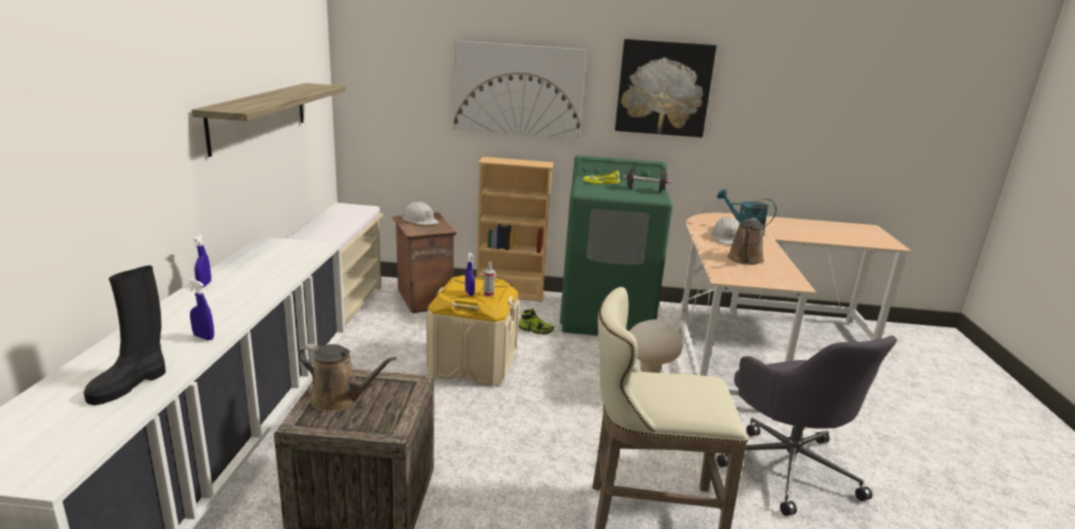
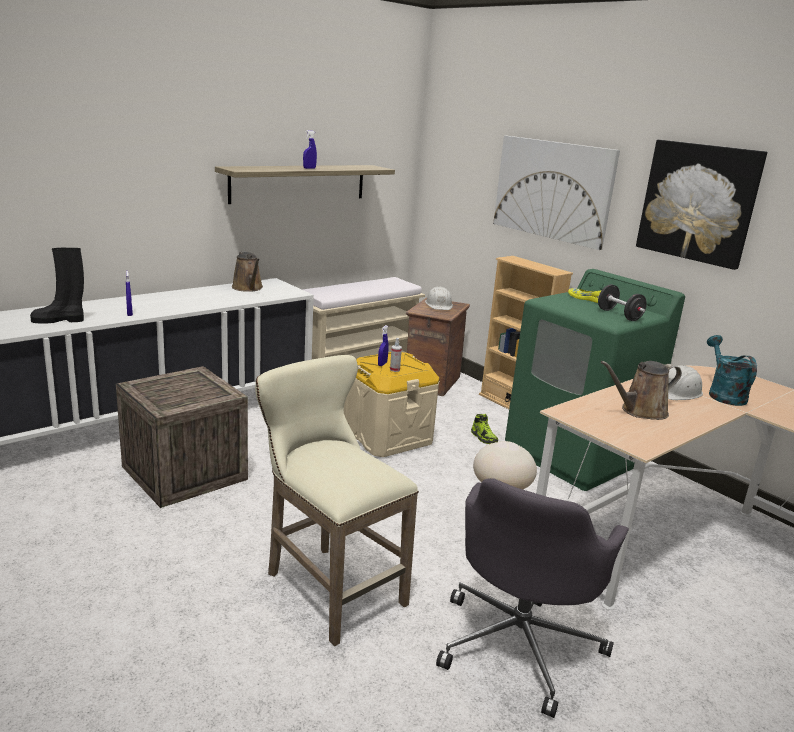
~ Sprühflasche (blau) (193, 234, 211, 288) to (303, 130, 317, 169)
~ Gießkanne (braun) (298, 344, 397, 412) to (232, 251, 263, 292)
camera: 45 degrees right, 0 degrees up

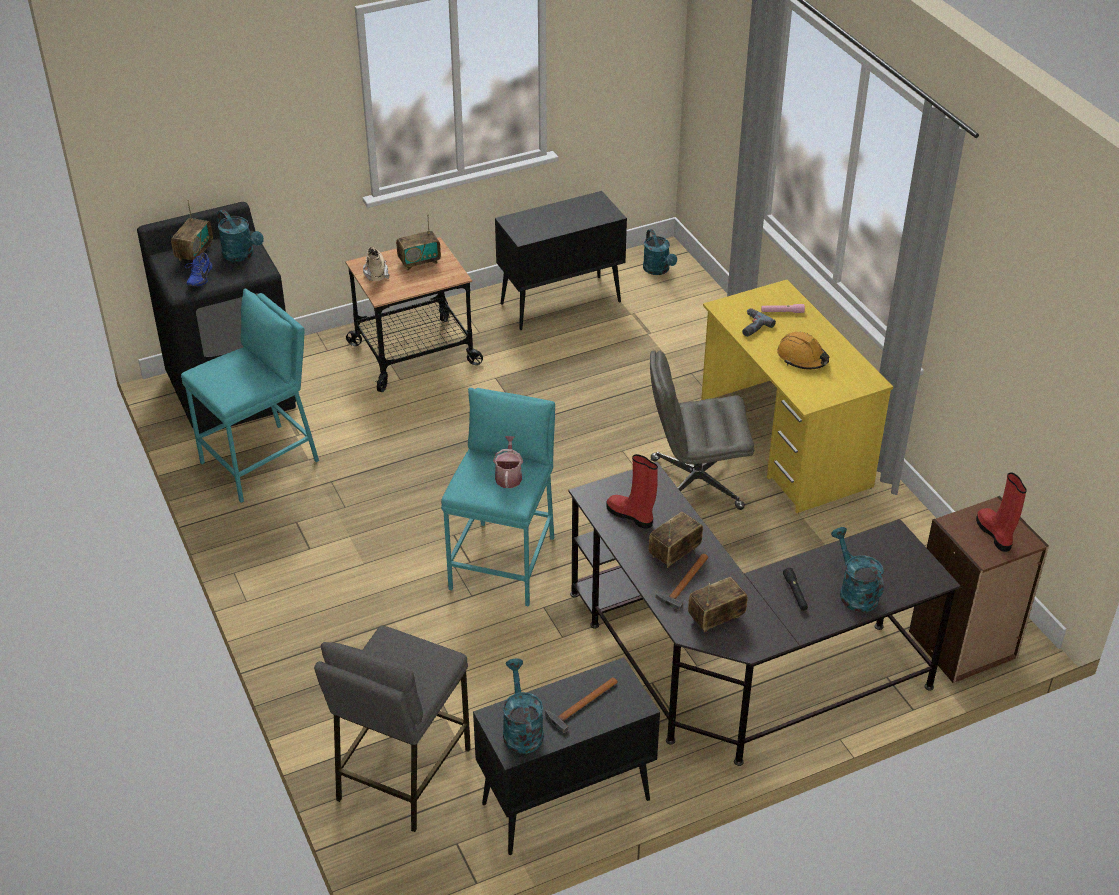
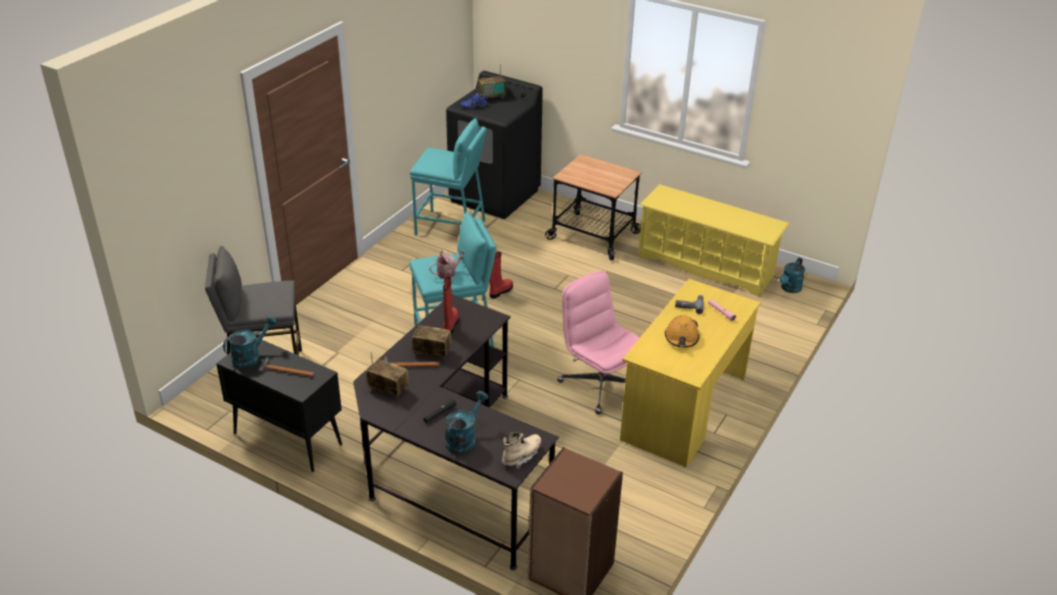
- Gießkanne (türkis) (217, 210, 264, 262)
- Radio (396, 214, 441, 271)
~ Stiefel (beige) (363, 247, 389, 281) to (502, 432, 541, 469)
~ Stiefel (rot) (976, 472, 1027, 552) to (489, 252, 513, 299)
~ Schrank (schwarz) (495, 191, 627, 330) to Schuhregal (gelb) (638, 184, 790, 297)
~ Bürostuhl (grau) (650, 351, 754, 510) to Bürostuhl (rosa) (557, 270, 640, 414)
camera: 55 degrees right, 5 degrees down

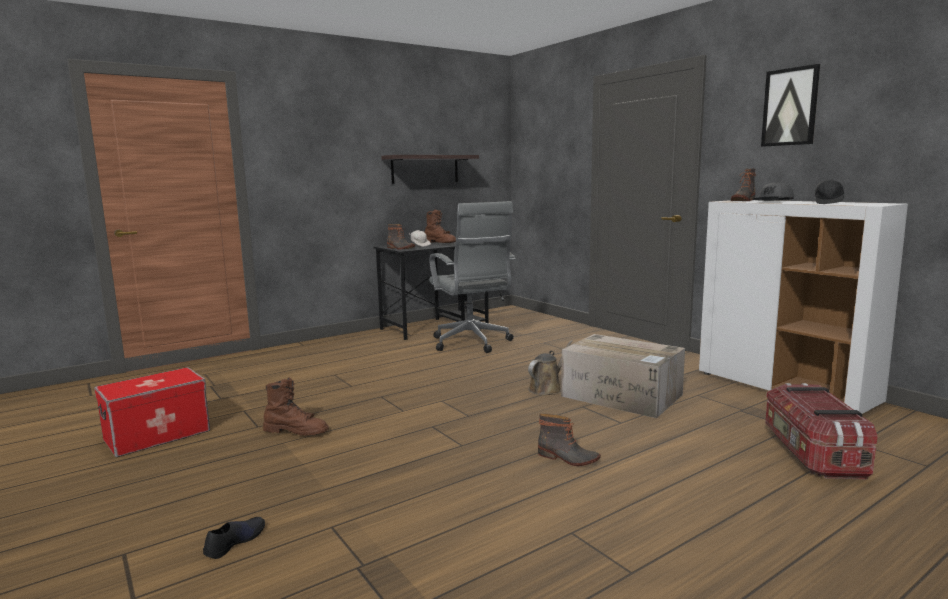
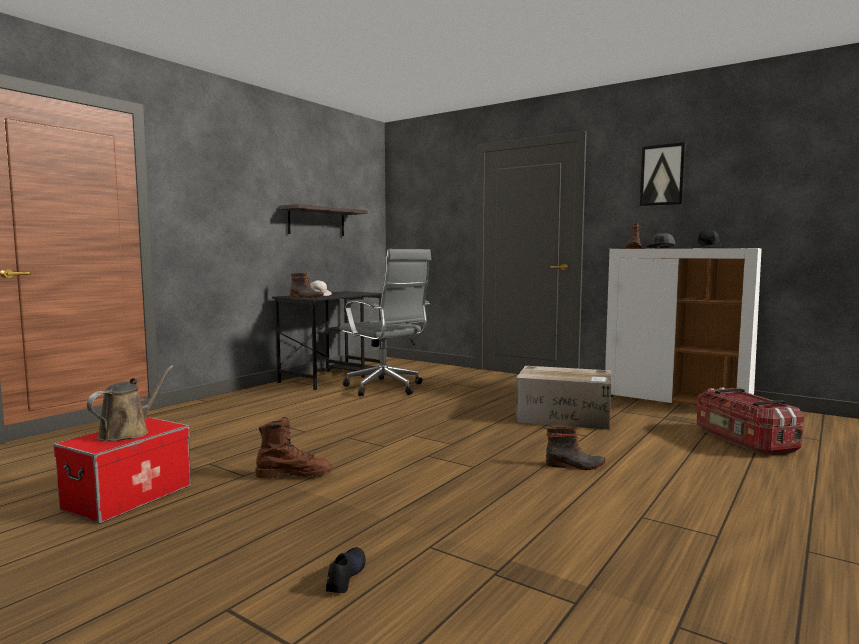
- Stiefel (braun) (424, 210, 456, 243)
~ Gießkanne (braun) (528, 340, 573, 395) to (87, 365, 174, 441)
camera: 20 degrees left, 5 degrees down

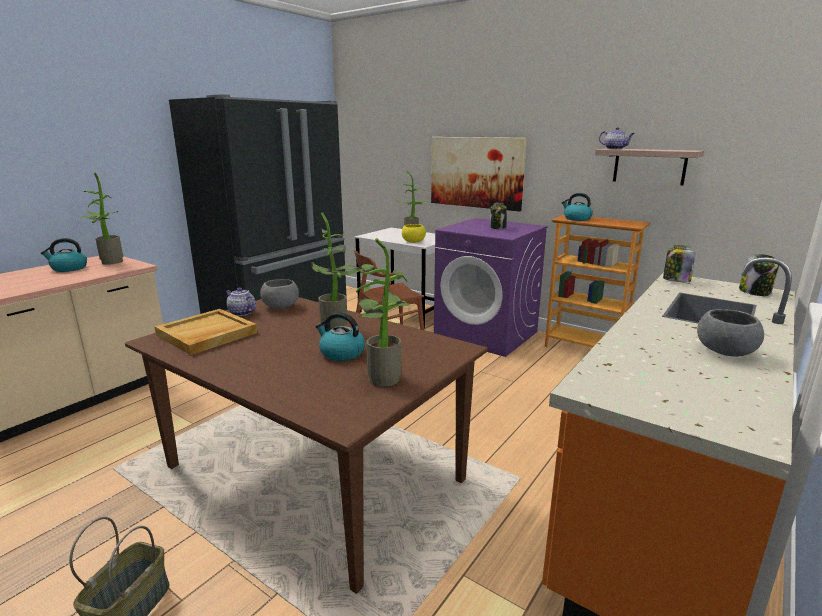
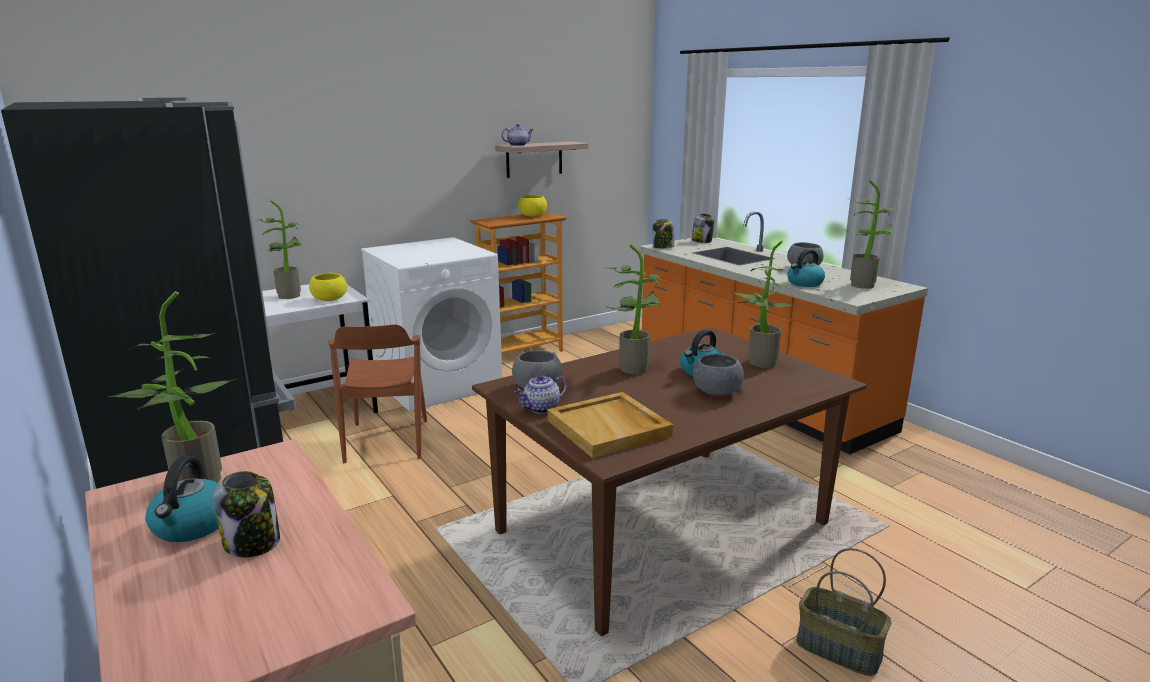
- Bild (431, 137, 527, 211)
+ Schüssel (gelb) (518, 195, 547, 217)
+ Schüssel (grau) (693, 354, 744, 396)
+ Topfpflanze (843, 180, 895, 289)
~ Vorratsglas (490, 203, 507, 229) to (213, 471, 280, 557)
~ Wasserkessel (562, 193, 593, 221) to (787, 249, 825, 287)
~ Waschmaschine (lila) (434, 218, 548, 357) to Waschmaschine (weiß) (361, 237, 502, 411)
camera: 70 degrees left, 0 degrees up

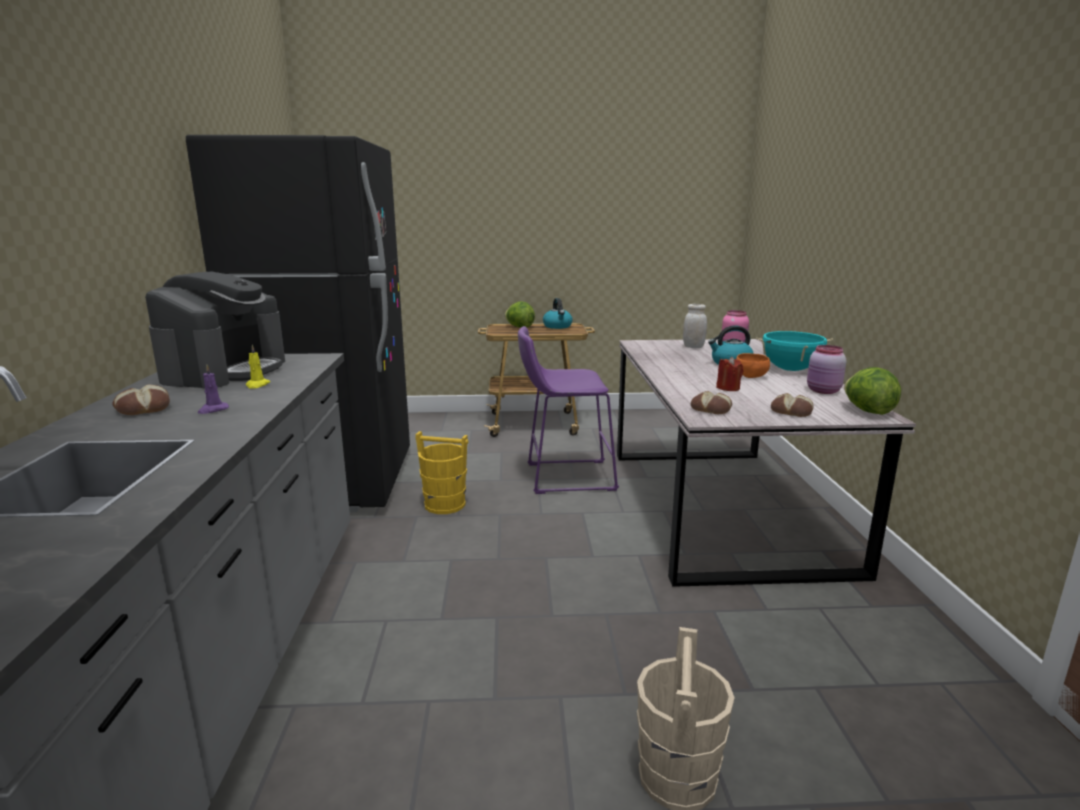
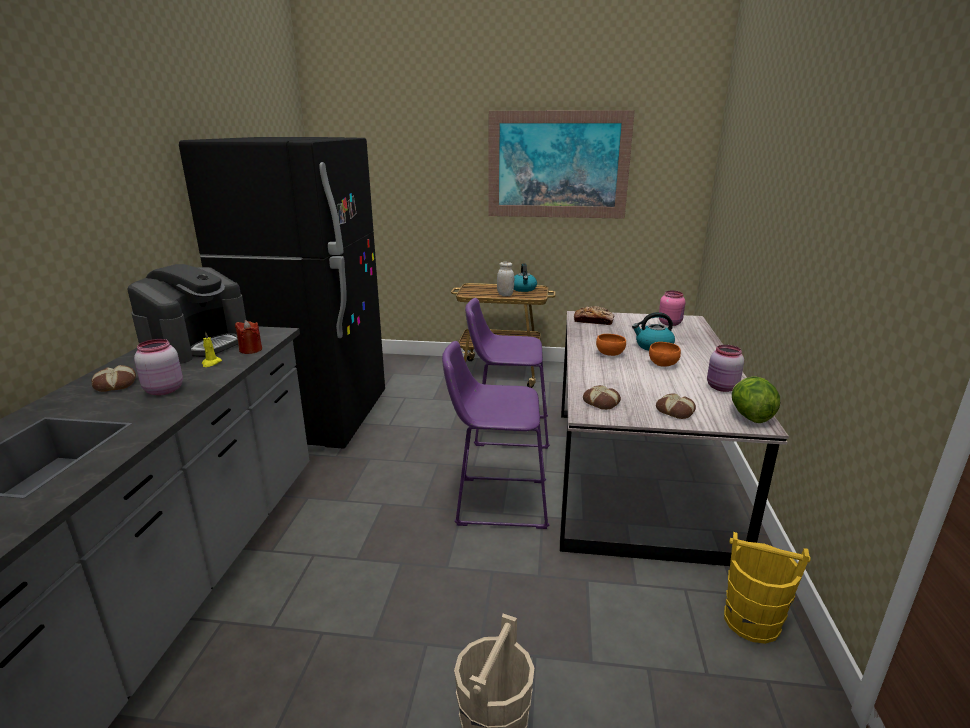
- Salatkopf (504, 301, 535, 328)
- Kochtopf (türkis) (756, 331, 833, 371)
+ Hocker (lila) (442, 341, 549, 529)
+ Bild (488, 110, 635, 219)
+ Brot (574, 306, 615, 325)
+ Schüssel (orange) (596, 334, 626, 356)
~ Eimer (gelb) (415, 431, 468, 514) to (724, 532, 811, 644)
~ Vorratsglas (weiß) (683, 304, 707, 348) to (497, 262, 514, 296)
~ Kerze (rot) (716, 357, 743, 391) to (235, 320, 262, 354)
~ Kerze (lila) (198, 365, 229, 414) to Vorratsglas (rosa) (134, 339, 183, 395)
camera: 10 degrees right, 5 degrees up

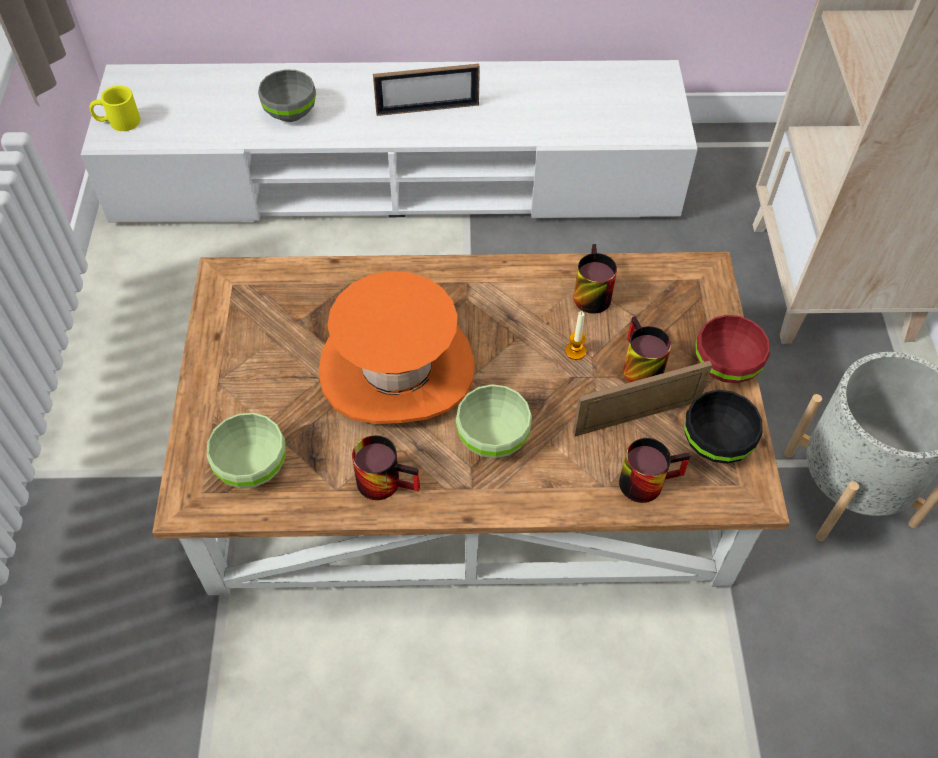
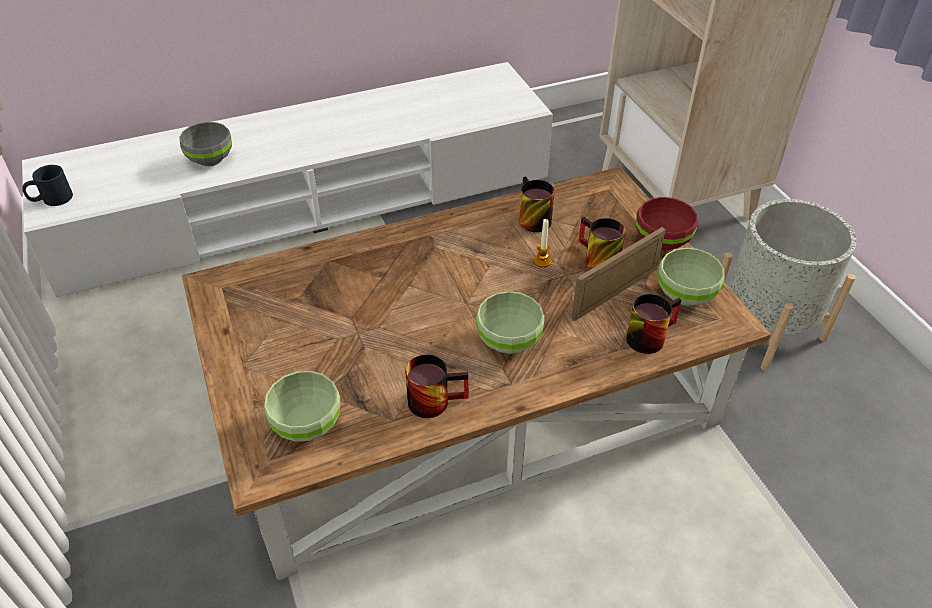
- Hut (orange) (318, 271, 475, 424)
- Bilderrahmen (373, 64, 480, 116)
~ Henkelbecher (gelb) (90, 85, 141, 131) to Henkelbecher (schwarz) (22, 165, 73, 206)
~ Schüssel (schwarz) (684, 390, 762, 464) to Schüssel (grün) (658, 248, 725, 306)
camera: 20 degrees left, 10 degrees down

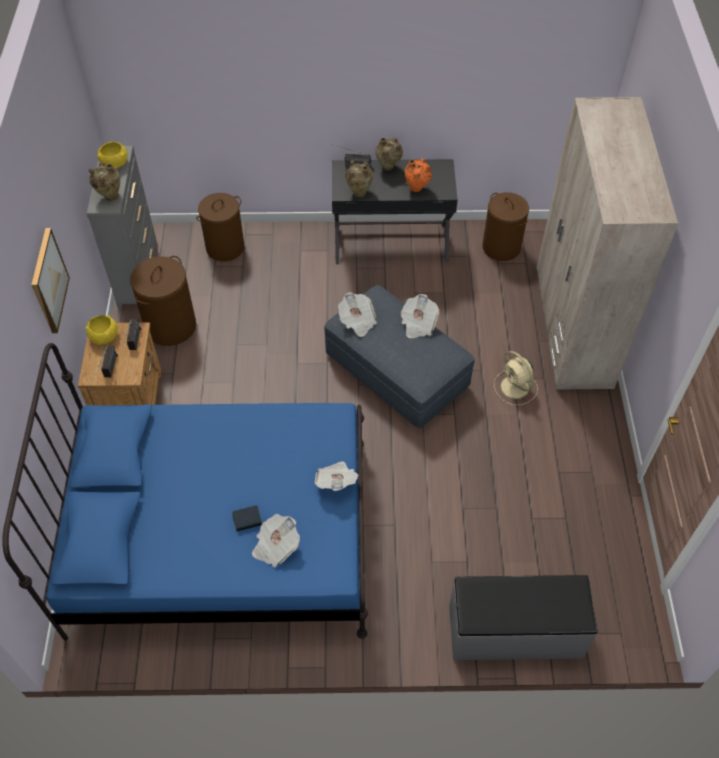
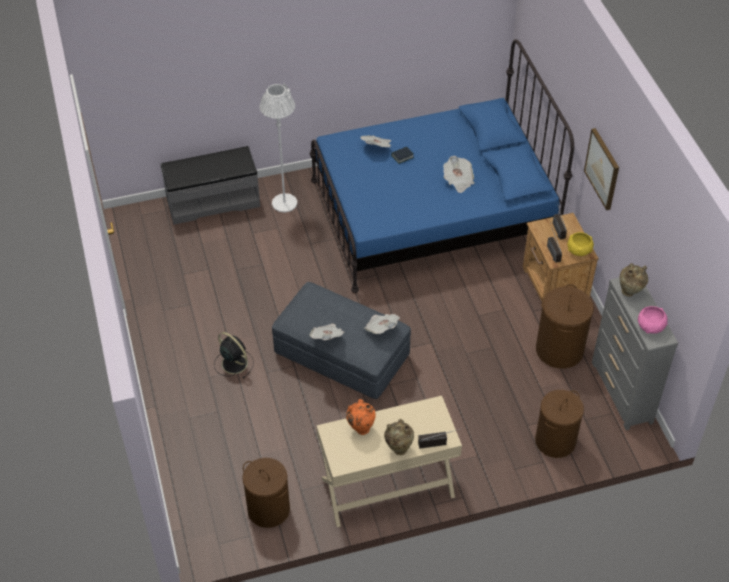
- Vase (beige) (346, 160, 373, 197)
- Kleiderschrank (beige) (536, 97, 678, 390)
+ Stehlampe (weiß) (260, 84, 297, 213)
~ Zeitung (314, 461, 359, 491) to (443, 156, 475, 193)
~ Schüssel (gelb) (98, 141, 128, 169) to Schüssel (rosa) (638, 306, 668, 334)
~ Schreibtisch (schwarz) (332, 159, 458, 264) to Schreibtisch (beige) (317, 396, 462, 527)
~ Ventilator (beige) (494, 351, 538, 405) to Ventilator (schwarz) (214, 332, 254, 378)
camera: 165 degrees right, 5 degrees down

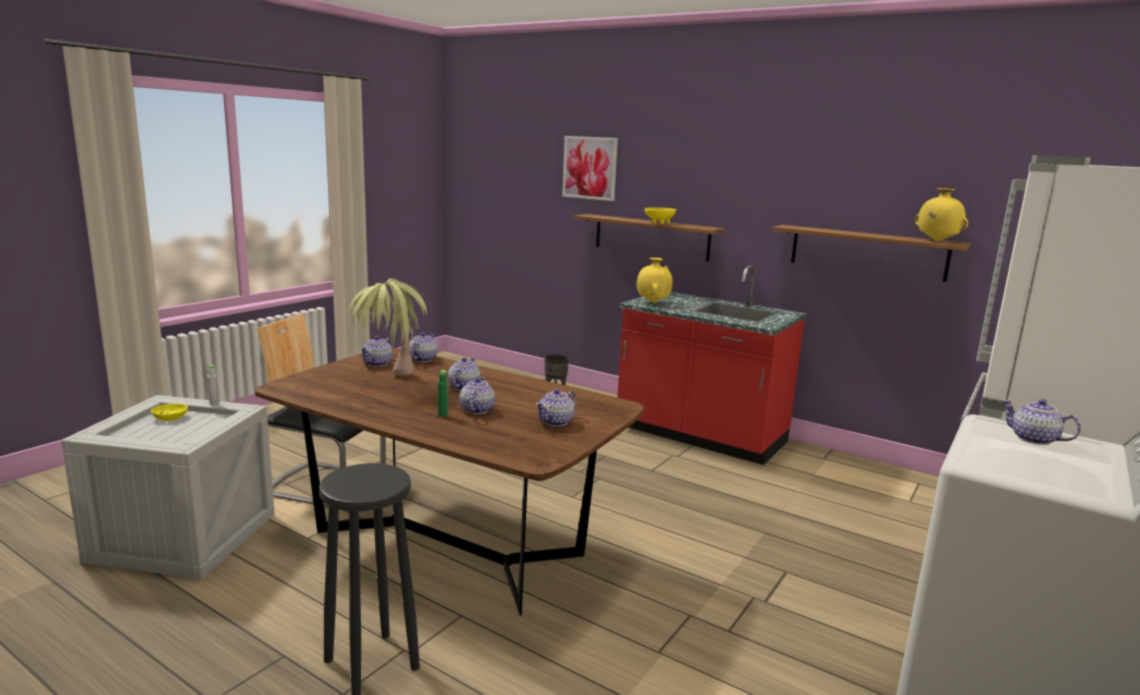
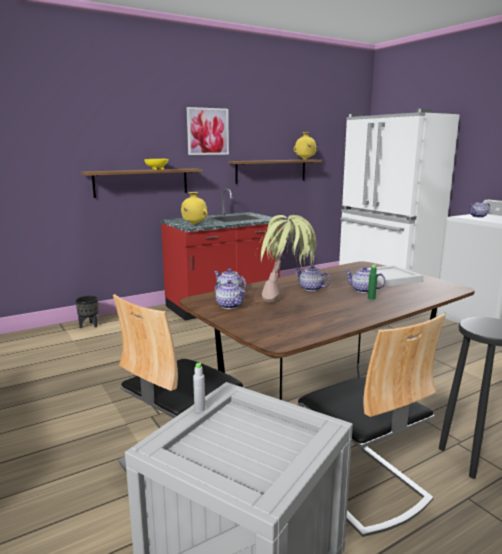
- Schüssel (gelb) (151, 404, 188, 421)
+ Stuhl (298, 313, 446, 537)
~ Bild (562, 136, 618, 201) to (186, 107, 229, 155)
~ Teekanne (536, 389, 577, 427) to Tablett (weiß) (367, 265, 423, 287)
camera: 65 degrees left, 0 degrees up

